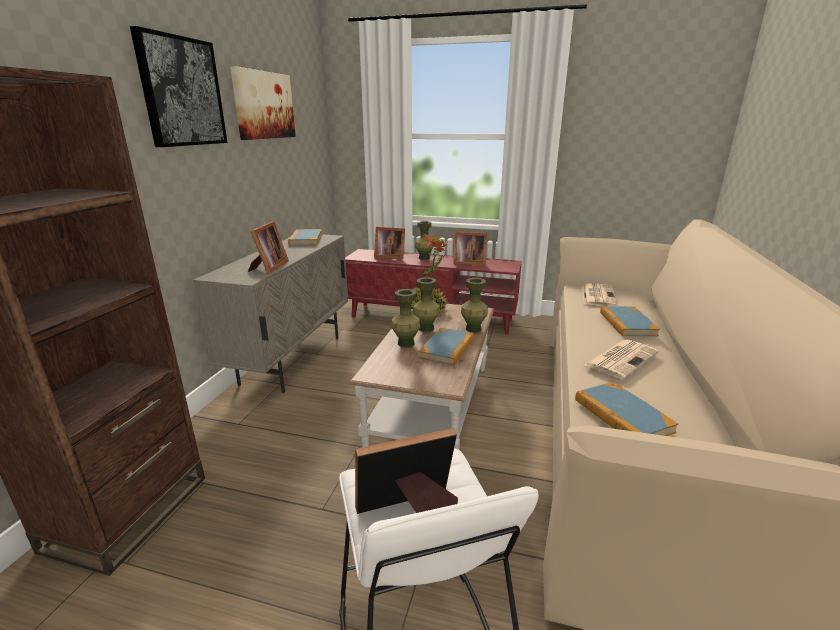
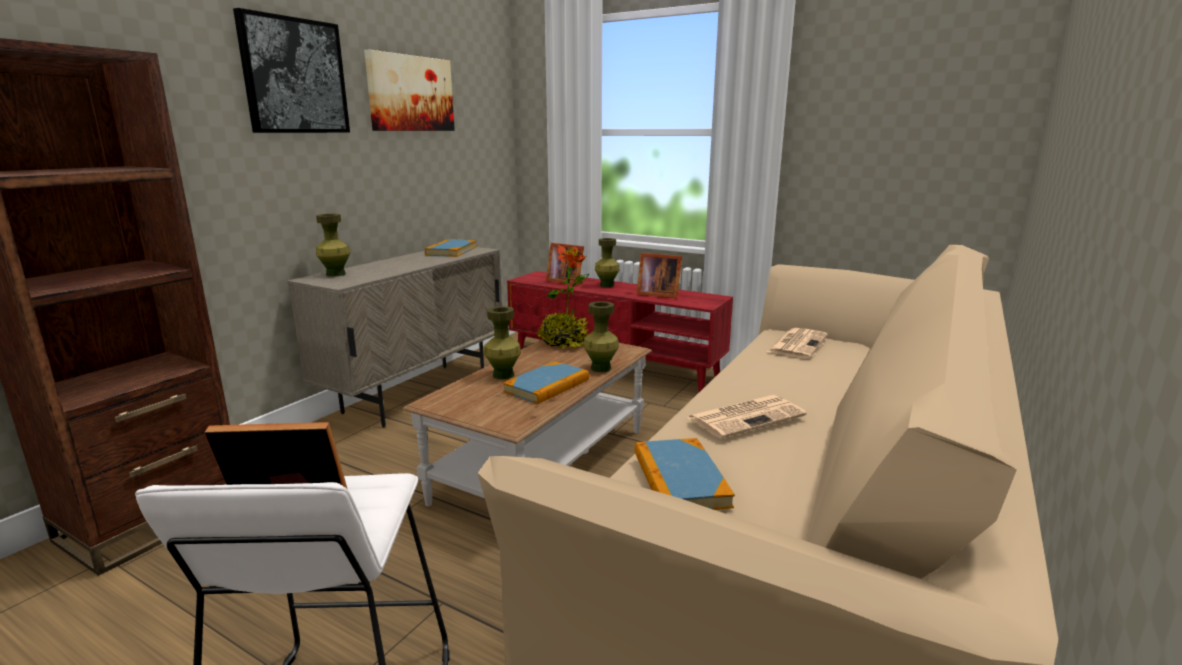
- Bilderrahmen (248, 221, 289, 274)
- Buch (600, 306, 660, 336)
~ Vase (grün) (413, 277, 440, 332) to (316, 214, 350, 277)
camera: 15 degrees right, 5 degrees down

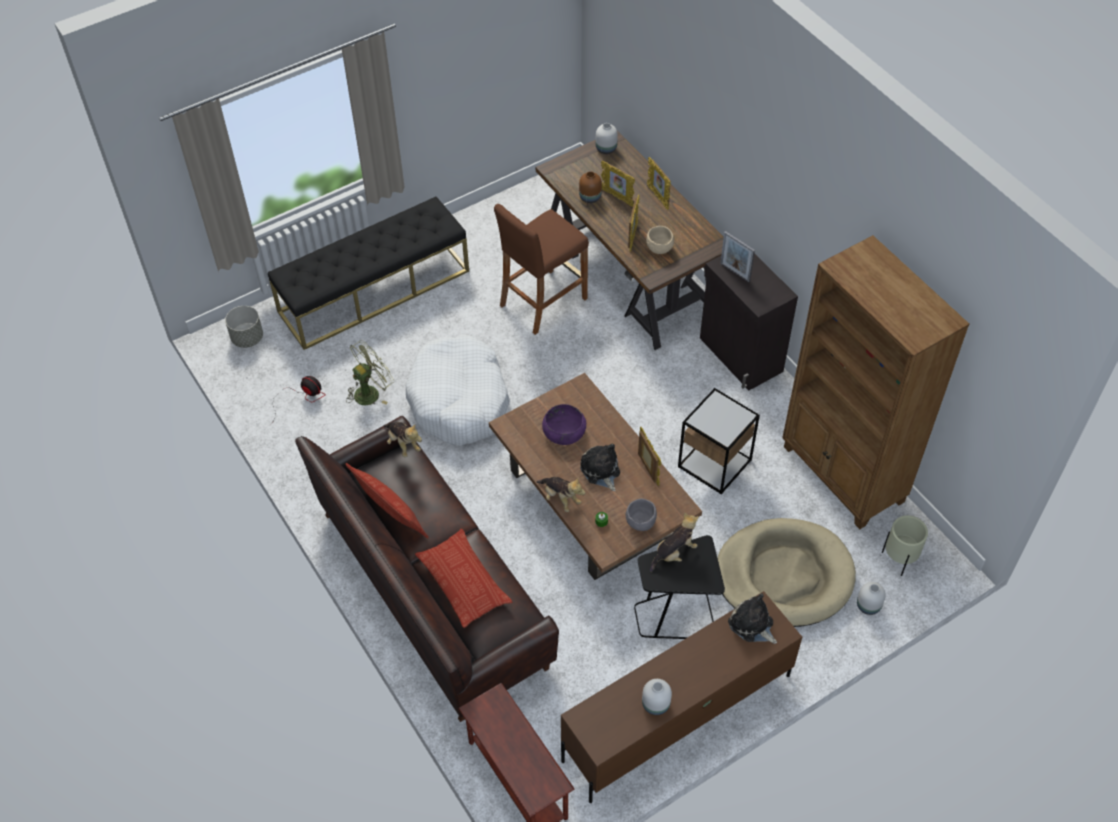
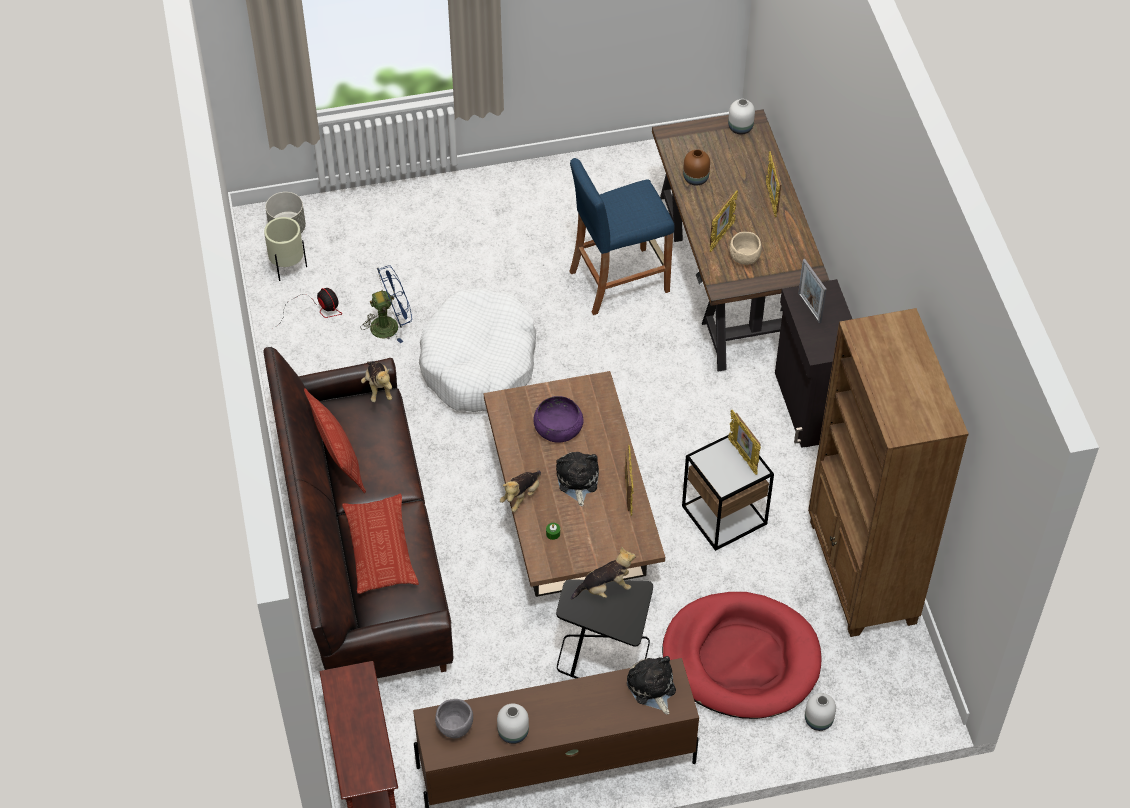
- Bank (schwarz) (268, 197, 469, 350)
~ Bilderrahmen (601, 160, 635, 207) to (728, 410, 761, 475)
~ Schüssel (grau) (626, 499, 657, 531) to (435, 699, 473, 739)
~ Pflanzkübel (beige) (882, 515, 928, 576) to (264, 217, 307, 281)
~ Ventilator (grün) (346, 340, 394, 405) to Ventilator (blau) (361, 265, 412, 344)
~ Hocker (braun) (494, 204, 589, 335) to Hocker (blau) (569, 158, 674, 315)
~ Hundebett (beige) (717, 518, 856, 627) to Hundebett (rot) (662, 592, 822, 719)
~ Plüschtier (536, 477, 585, 512) = (500, 470, 541, 512) 60 degrees clockwise
camera: 20 degrees right, 0 degrees up

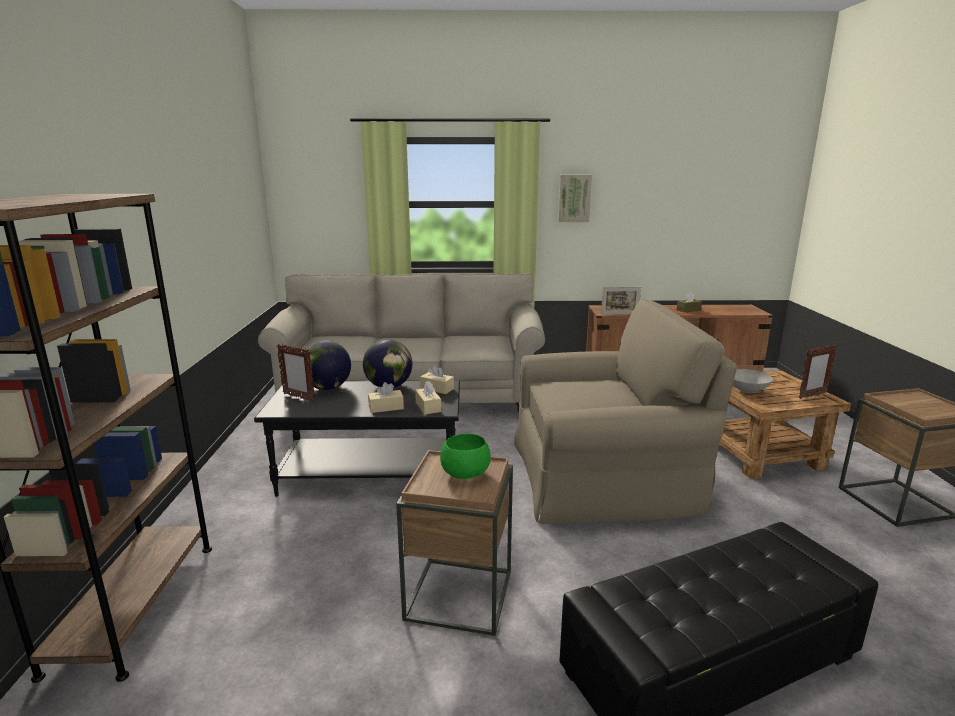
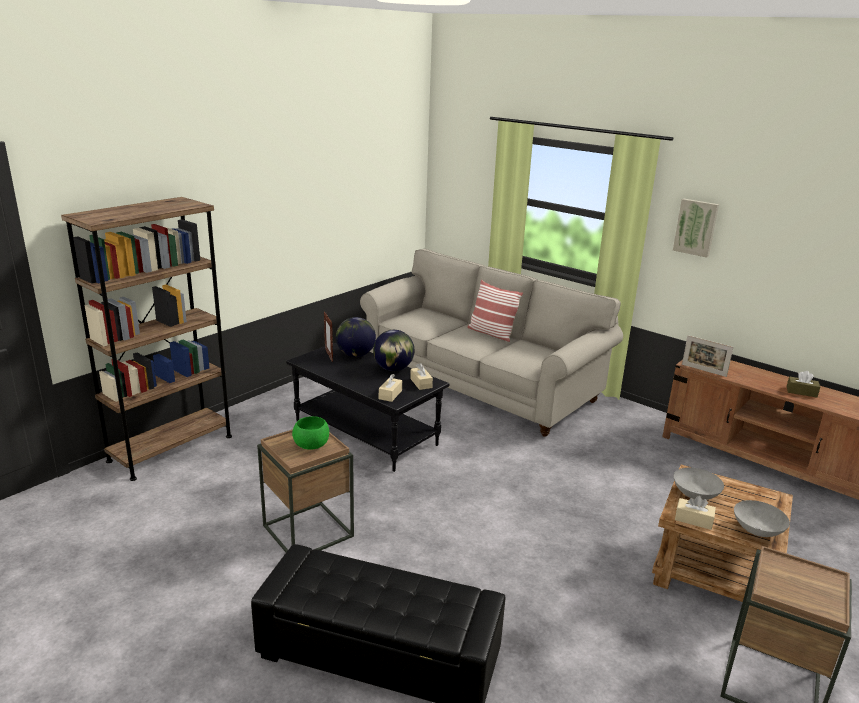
- Sessel (beige) (514, 299, 737, 524)
+ Kissen (467, 280, 523, 342)
~ Taschentuchbox (beige) (368, 382, 404, 413) to (675, 496, 716, 530)
~ Bilderrahmen (799, 344, 837, 399) to Schüssel (grau) (734, 500, 790, 537)
camera: 40 degrees right, 5 degrees up

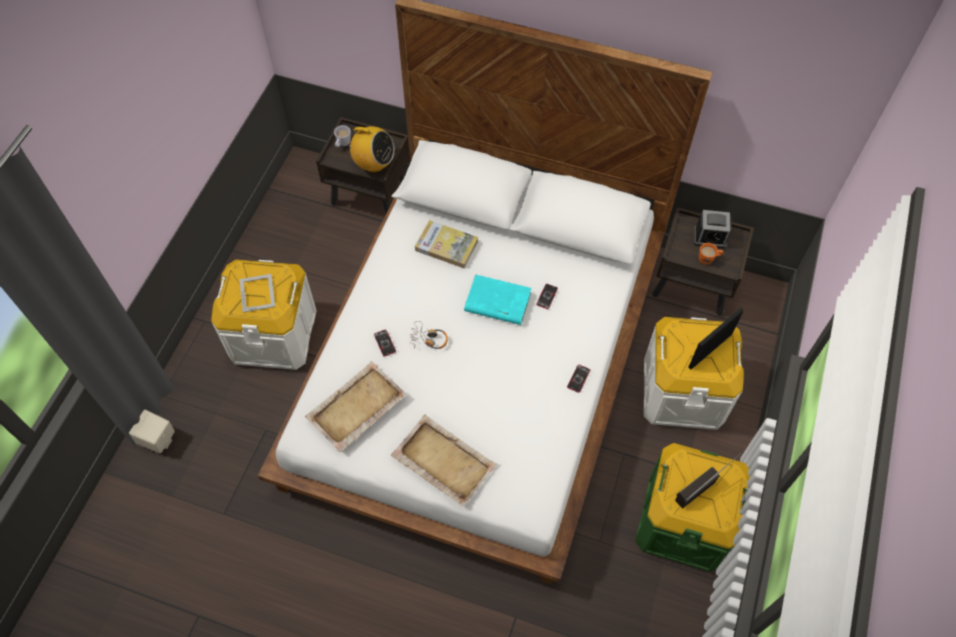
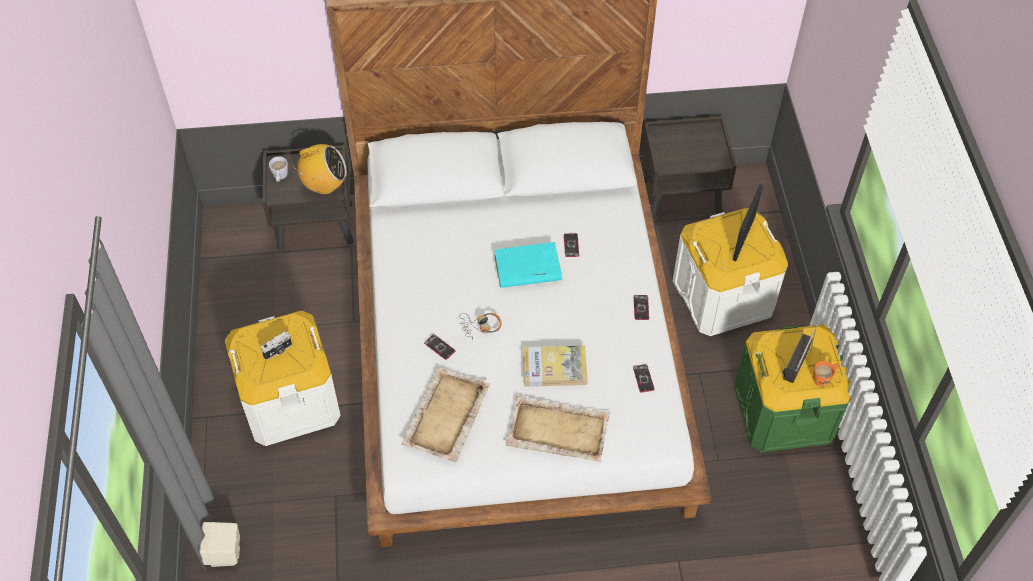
- Wecker (694, 210, 732, 249)
+ Handy (633, 364, 654, 393)
~ Buch (415, 220, 478, 268) to (523, 346, 588, 387)
~ Henkelbecher (orange) (699, 243, 724, 265) to (813, 361, 839, 386)
~ Bilderrahmen (239, 274, 275, 312) to Kamera (261, 332, 292, 360)
camera: 25 degrees left, 5 degrees down

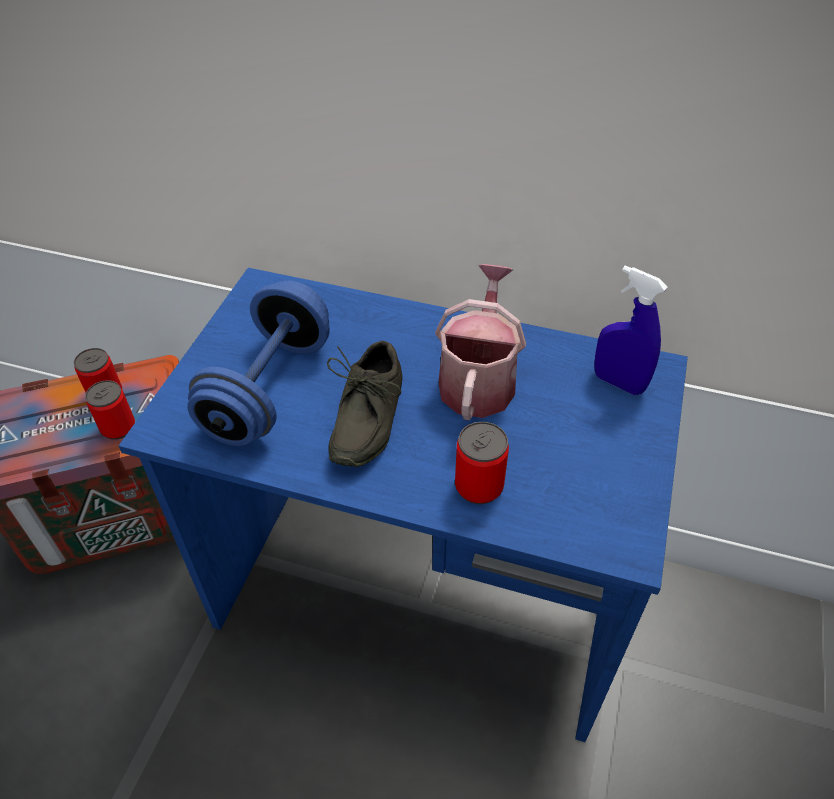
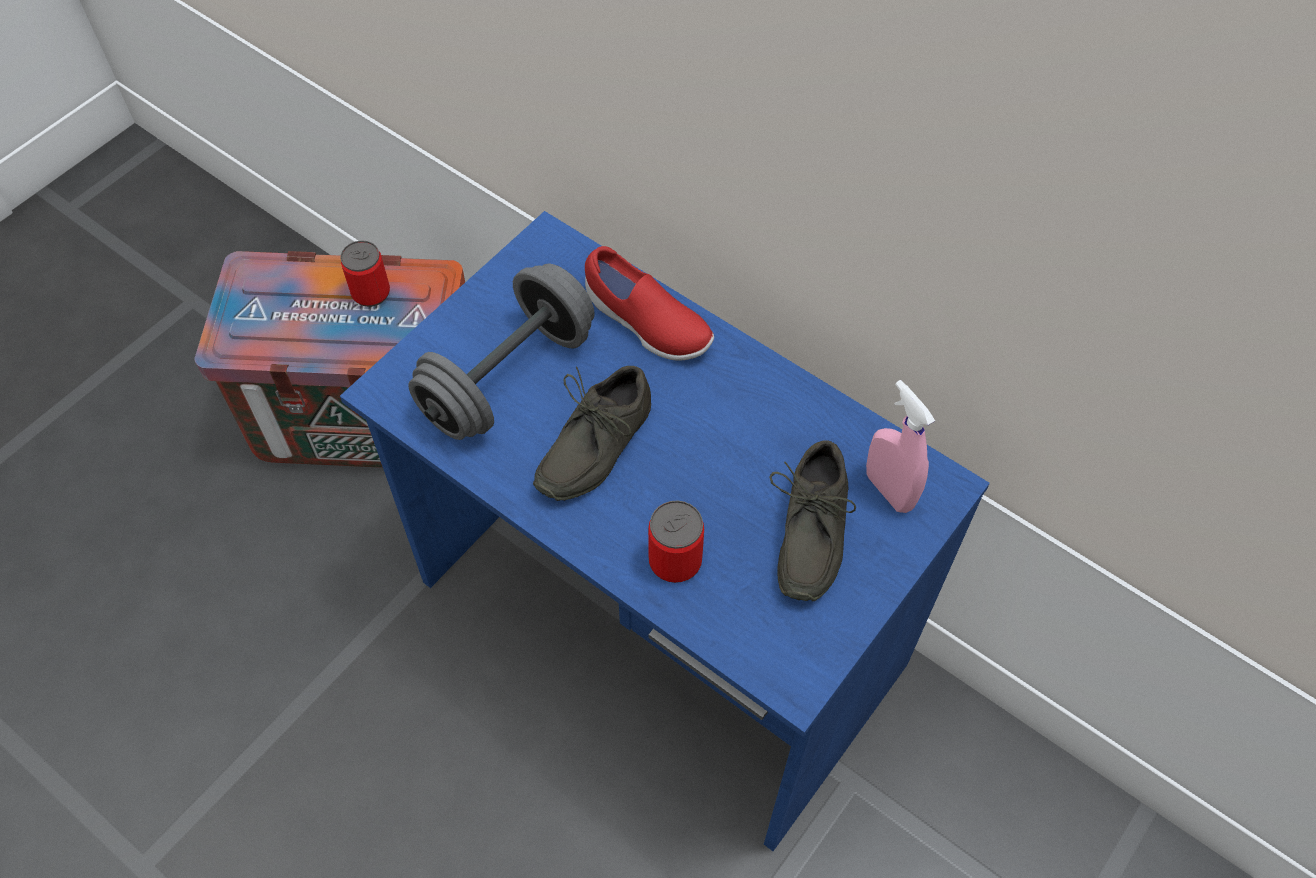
- Dose (85, 380, 135, 440)
- Gießkanne (435, 264, 526, 420)
+ Schuh (rot) (585, 246, 714, 361)
+ Schuh (grau) (769, 440, 856, 601)
~ Hantel (blau) (187, 280, 329, 446) to Hantel (grau) (408, 264, 595, 440)
~ Sprühflasche (blau) (594, 266, 667, 395) to Sprühflasche (rosa) (866, 380, 935, 513)
camera: 20 degrees right, 10 degrees up

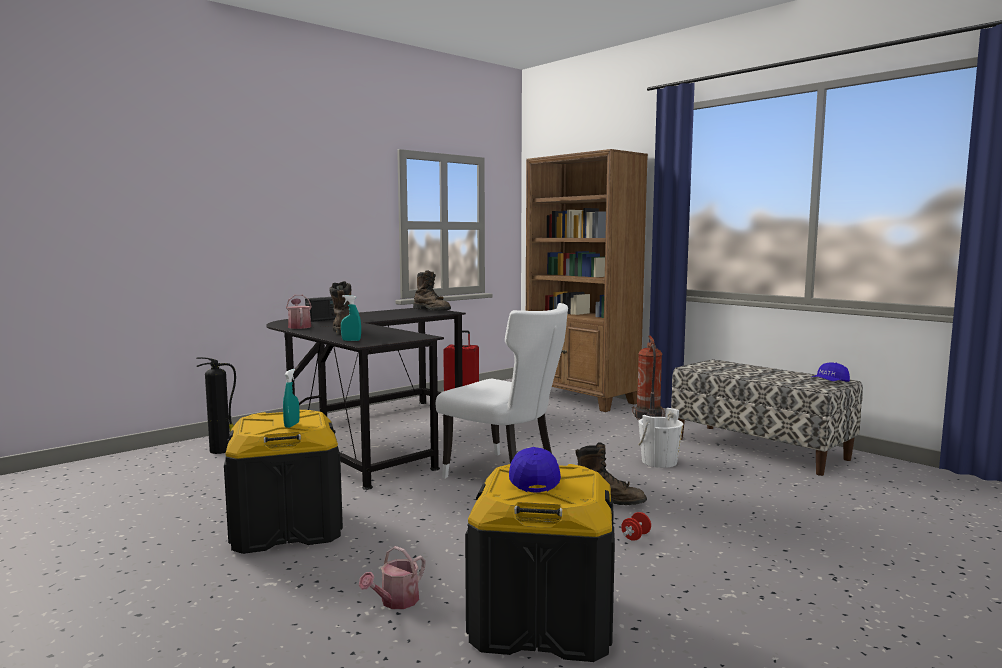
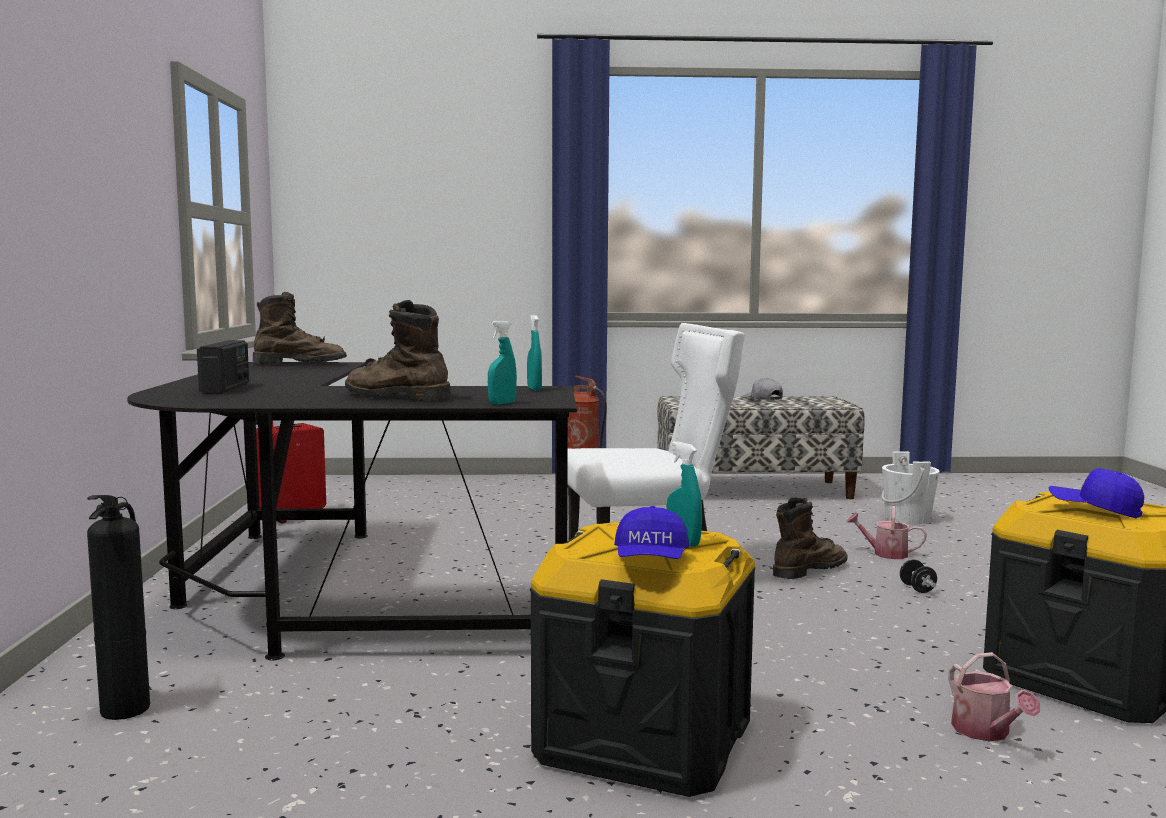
- Bücherregal (braun) (526, 149, 648, 412)
+ Sprühflasche (türkis) (527, 315, 542, 390)
+ Kappe (grau) (743, 378, 783, 400)
~ Gießkanne (286, 295, 312, 329) to (846, 506, 927, 559)
~ Eimer (weiß) (638, 408, 683, 468) to (881, 451, 940, 524)
~ Kappe (blau) (812, 362, 850, 382) to (614, 506, 689, 559)
~ Hantel (rot) (621, 512, 651, 541) to Hantel (schwarz) (900, 559, 937, 593)
camera: 50 degrees left, 0 degrees up

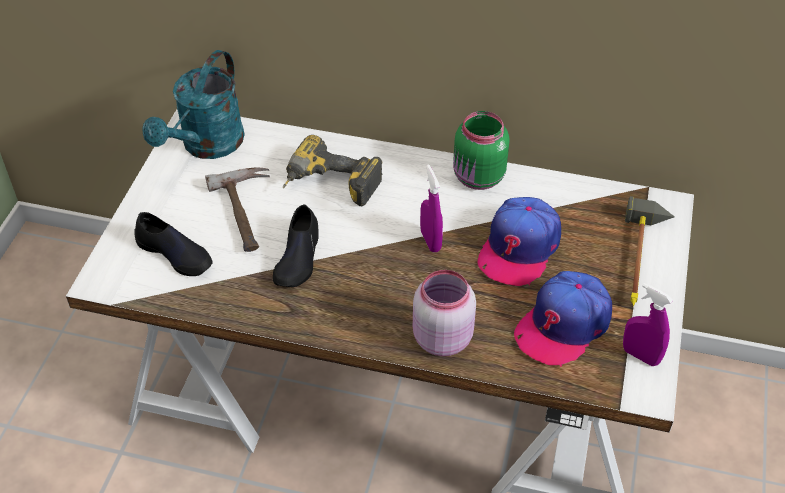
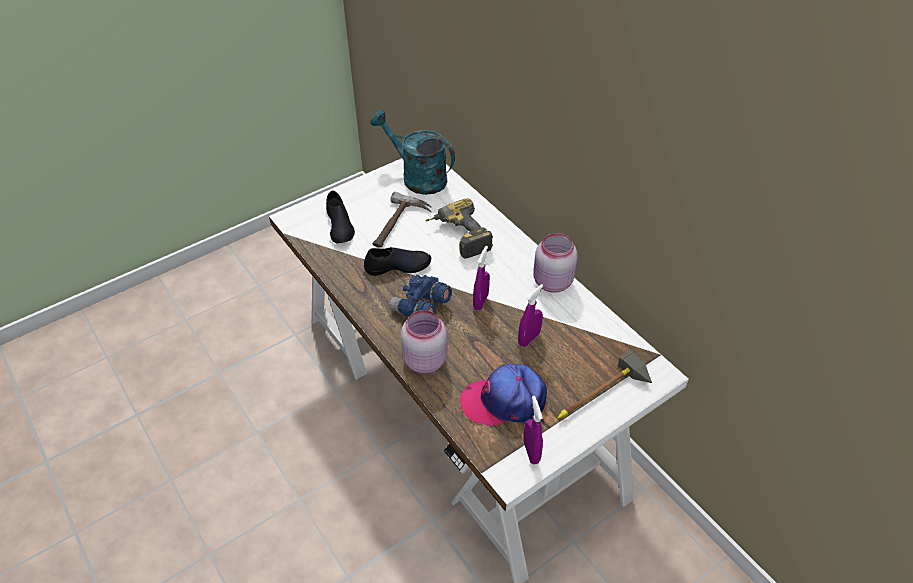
+ Fernglas (blau) (389, 274, 452, 317)
~ Kappe (478, 197, 561, 286) to Sprühflasche (lila) (518, 284, 543, 347)
~ Vorratsglas (grün) (453, 111, 510, 190) to Vorratsglas (rosa) (533, 233, 578, 293)
~ Gießkanne (türkis) (142, 50, 245, 159) = (370, 110, 455, 195) 60 degrees clockwise
~ Schuh (schwarz) (273, 204, 319, 287) = (364, 247, 431, 276) 150 degrees counterclockwise
camera: 40 degrees right, 0 degrees up

